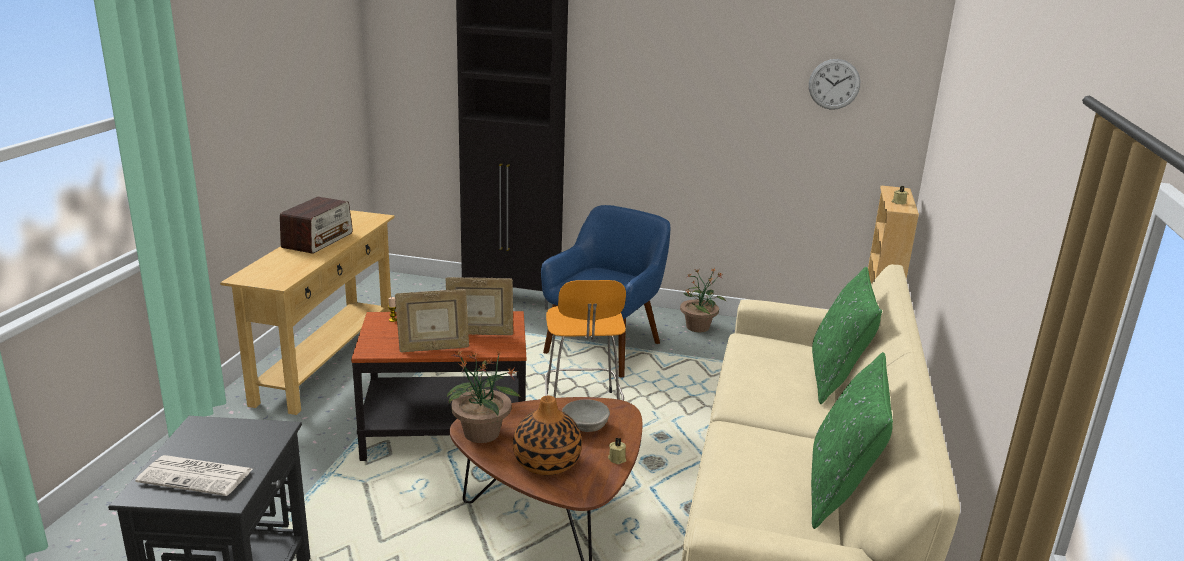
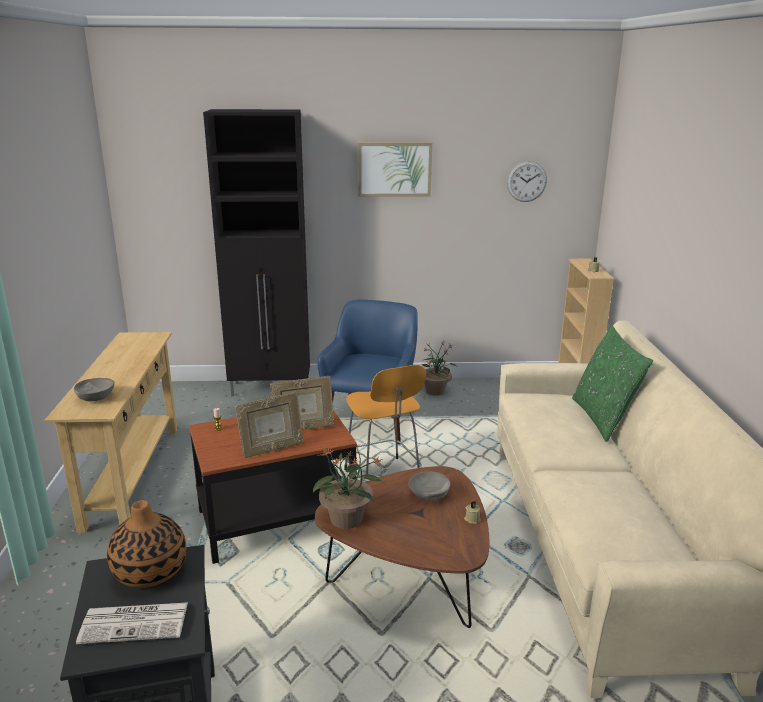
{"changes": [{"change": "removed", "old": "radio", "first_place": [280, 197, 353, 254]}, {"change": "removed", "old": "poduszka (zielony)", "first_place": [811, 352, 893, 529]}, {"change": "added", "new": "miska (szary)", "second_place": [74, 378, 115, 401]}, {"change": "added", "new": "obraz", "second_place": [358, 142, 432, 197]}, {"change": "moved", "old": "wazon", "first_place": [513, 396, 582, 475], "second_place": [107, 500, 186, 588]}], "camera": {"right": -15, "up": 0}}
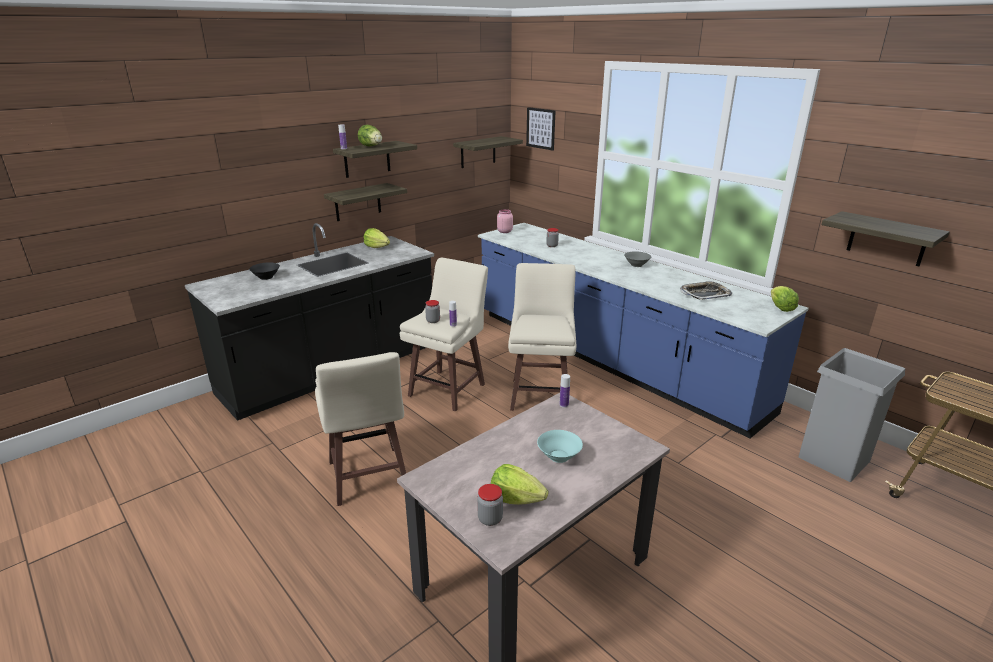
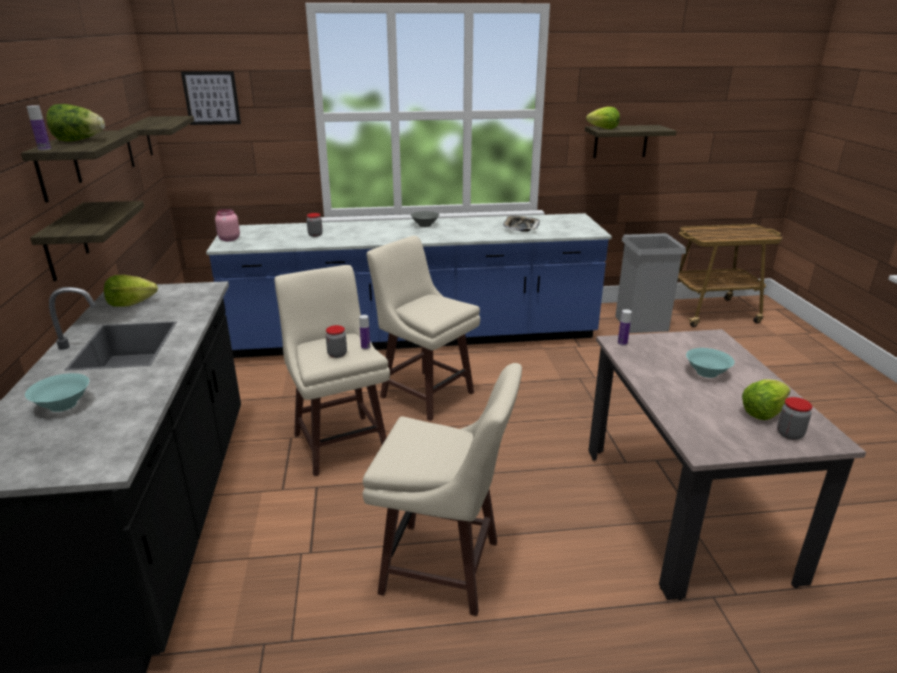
{"changes": [{"change": "moved", "old": "sałata", "first_place": [771, 286, 799, 312], "second_place": [586, 107, 620, 129]}, {"change": "recoloured", "old": "miska (czarny)", "new": "miska (turkusowy)", "first_place": [249, 262, 280, 280], "second_place": [25, 373, 89, 412]}], "camera": {"right": -55, "up": 0}}
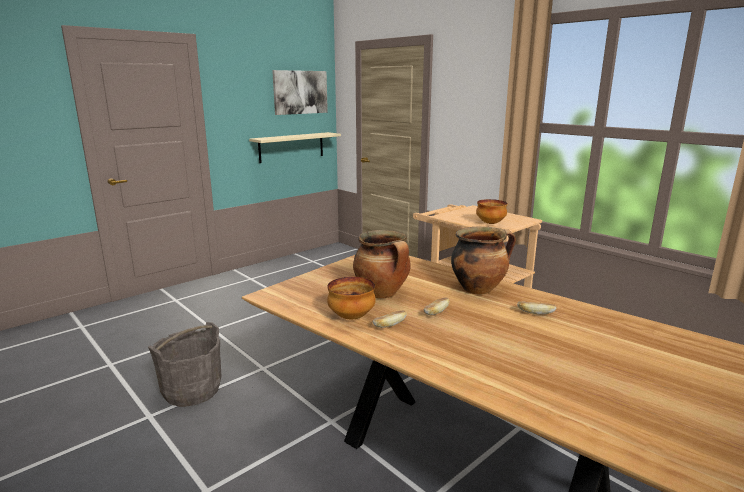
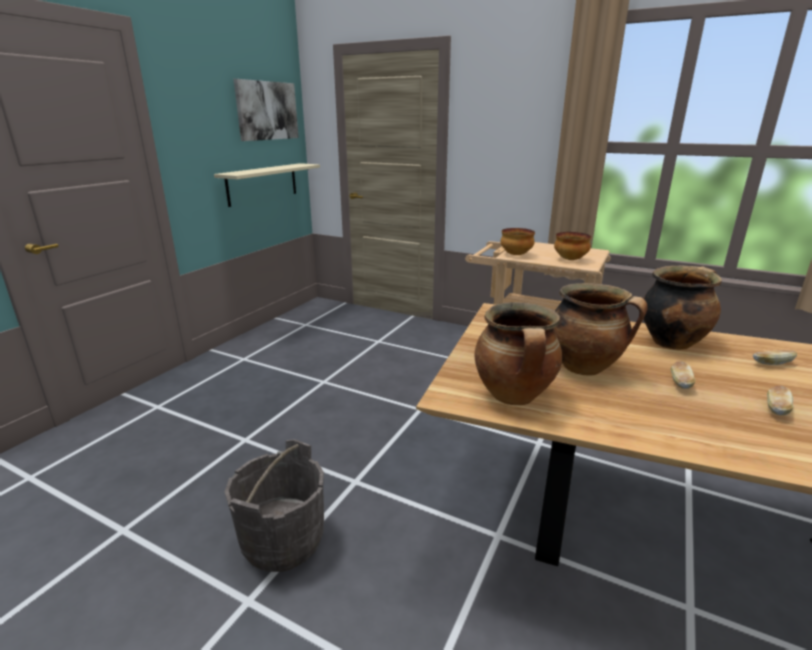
{"changes": [{"change": "added", "new": "garnek", "second_place": [474, 302, 562, 405]}, {"change": "moved", "old": "miska", "first_place": [327, 277, 376, 320], "second_place": [500, 228, 535, 255]}, {"change": "moved", "old": "chleb", "first_place": [373, 310, 407, 328], "second_place": [767, 386, 793, 415]}], "camera": {"right": -20, "up": 5}}
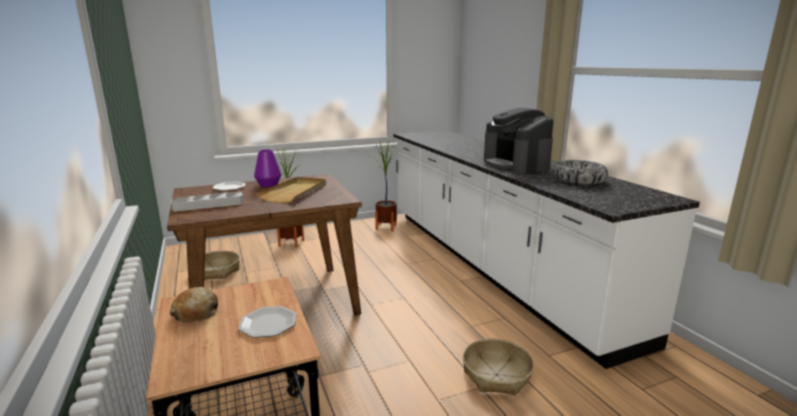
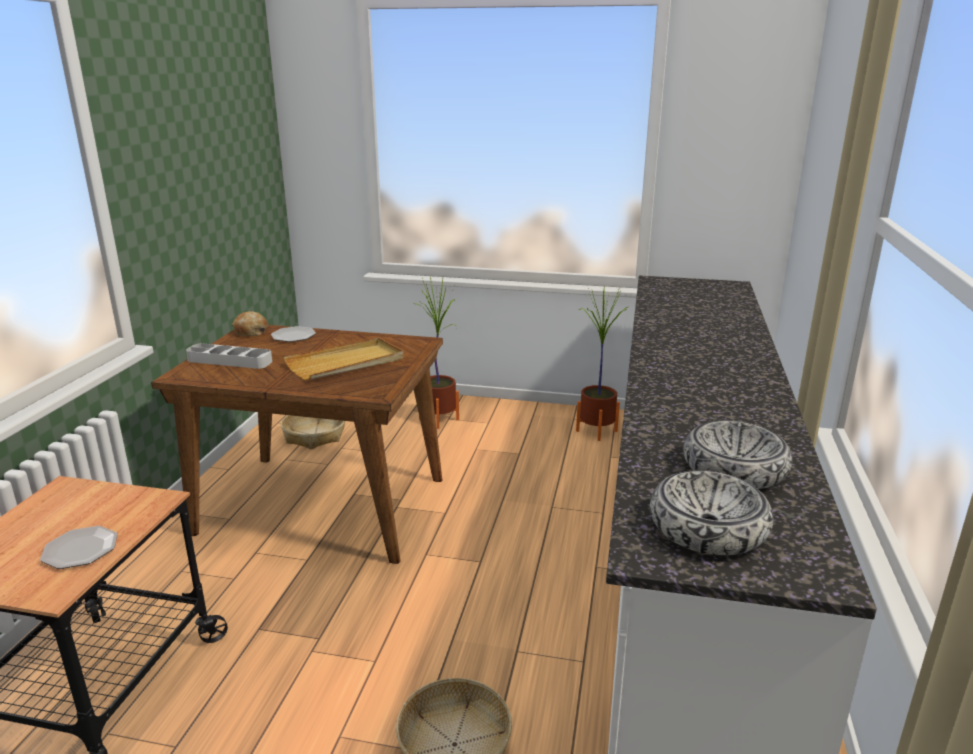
{"changes": [{"change": "removed", "old": "wazon (fioletowy)", "first_place": [254, 150, 282, 187]}, {"change": "removed", "old": "ekspres do kawy", "first_place": [484, 108, 553, 173]}, {"change": "added", "new": "miska", "second_place": [650, 470, 774, 555]}, {"change": "moved", "old": "chleb", "first_place": [170, 287, 218, 322], "second_place": [232, 311, 268, 336]}], "camera": {"right": 35, "up": 5}}
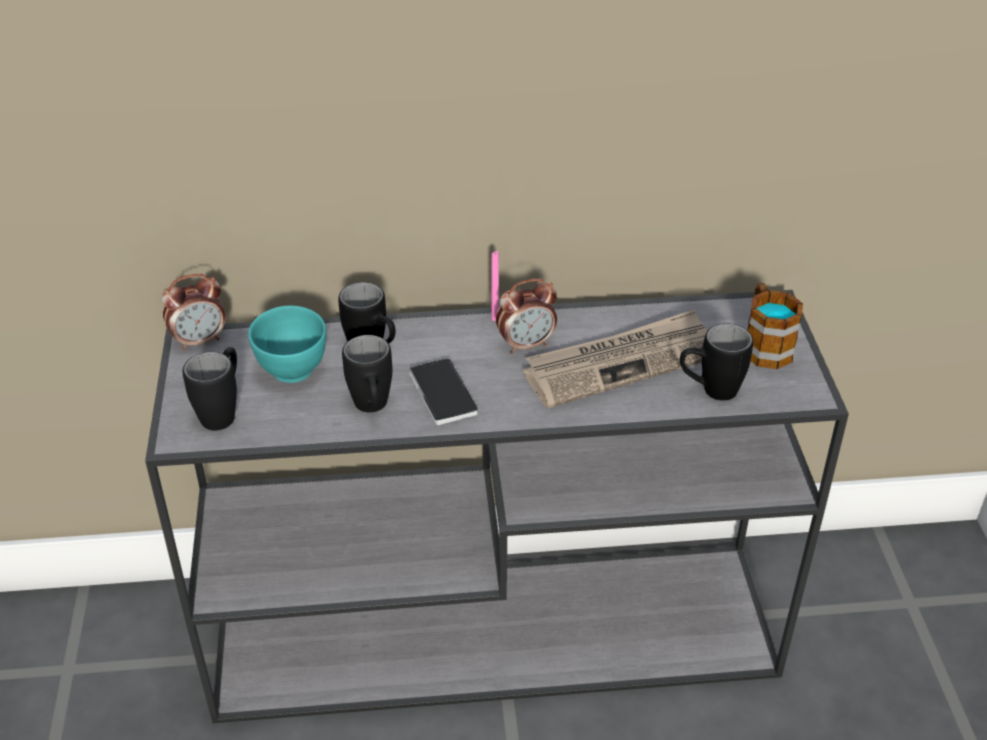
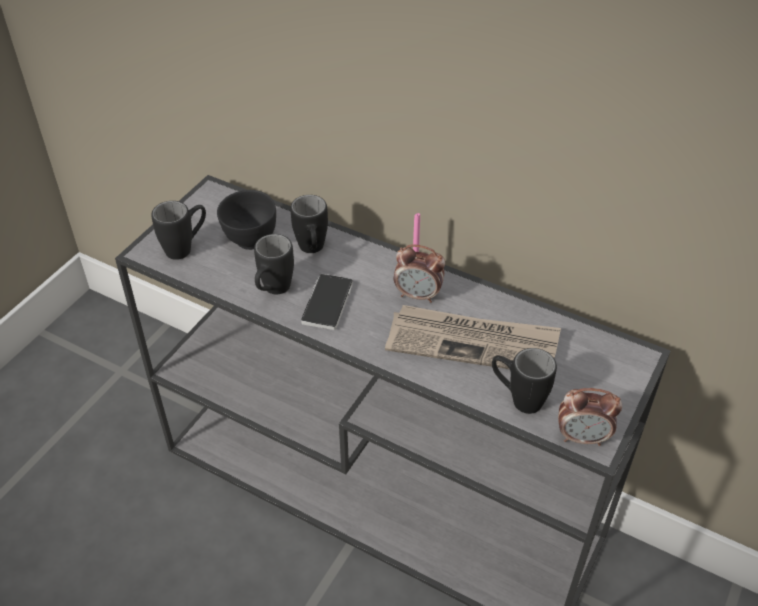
{"changes": [{"change": "removed", "old": "kubek", "first_place": [748, 283, 803, 369]}, {"change": "moved", "old": "budzik", "first_place": [162, 274, 226, 351], "second_place": [558, 388, 622, 446]}, {"change": "recoloured", "old": "miska (turkusowy)", "new": "miska (czarny)", "first_place": [248, 306, 326, 383], "second_place": [217, 190, 276, 250]}], "camera": {"right": 35, "up": 5}}
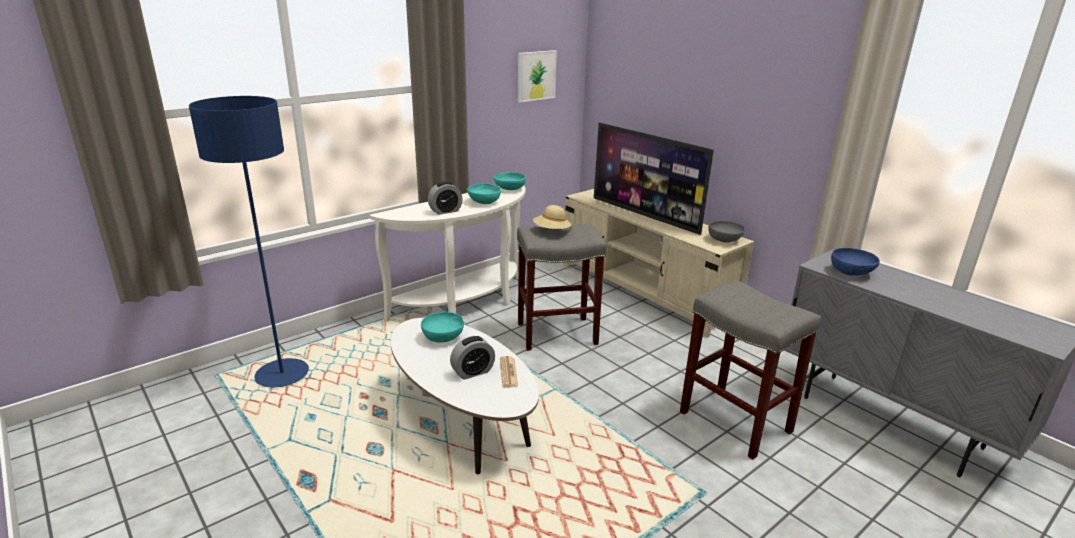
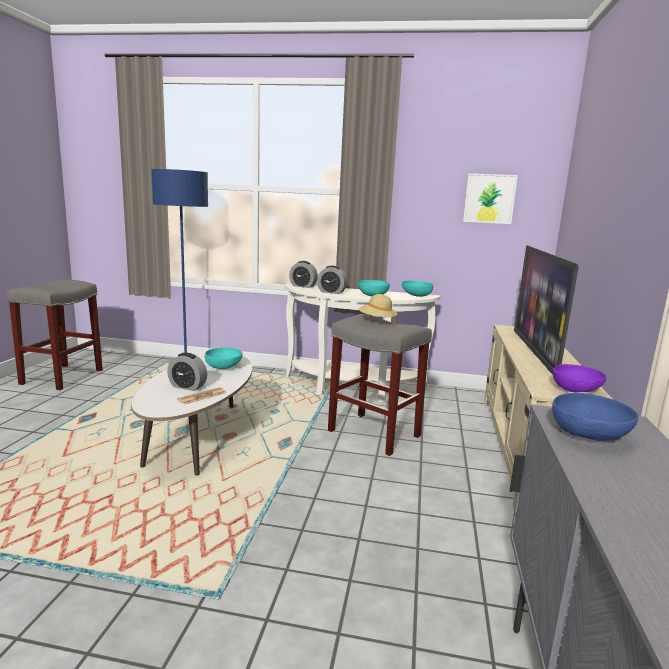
{"changes": [{"change": "added", "new": "budzik", "second_place": [289, 261, 318, 288]}, {"change": "moved", "old": "stołek (szary)", "first_place": [680, 281, 821, 460], "second_place": [7, 280, 103, 390]}, {"change": "recoloured", "old": "miska (szary)", "new": "miska (fioletowy)", "first_place": [708, 221, 745, 243], "second_place": [553, 364, 606, 392]}], "camera": {"right": 50, "up": -10}}
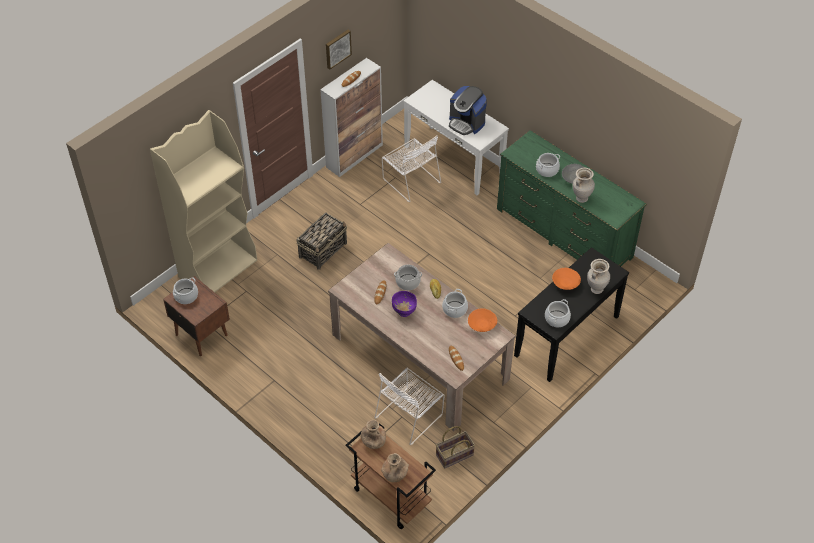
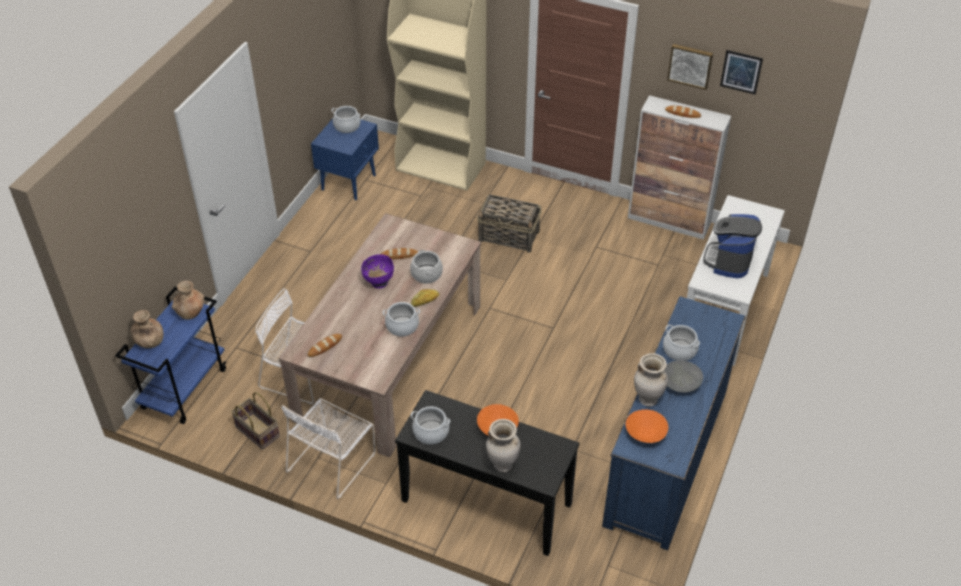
{"changes": [{"change": "added", "new": "obraz", "second_place": [720, 50, 763, 94]}, {"change": "moved", "old": "krzesło (biały)", "first_place": [382, 135, 441, 202], "second_place": [281, 398, 376, 499]}, {"change": "moved", "old": "miska (pomarańczowy)", "first_place": [468, 308, 497, 332], "second_place": [626, 409, 668, 443]}, {"change": "recoloured", "old": "szafka nocna (brązowy)", "new": "szafka nocna (niebieski)", "first_place": [163, 276, 230, 356], "second_place": [311, 118, 379, 200]}, {"change": "recoloured", "old": "wózek (brązowy)", "new": "wózek (niebieski)", "first_place": [346, 419, 436, 529], "second_place": [115, 287, 226, 424]}, {"change": "recoloured", "old": "komoda (zielony)", "new": "komoda (niebieski)", "first_place": [497, 130, 647, 267], "second_place": [602, 296, 746, 550]}], "camera": {"right": 70, "up": -5}}
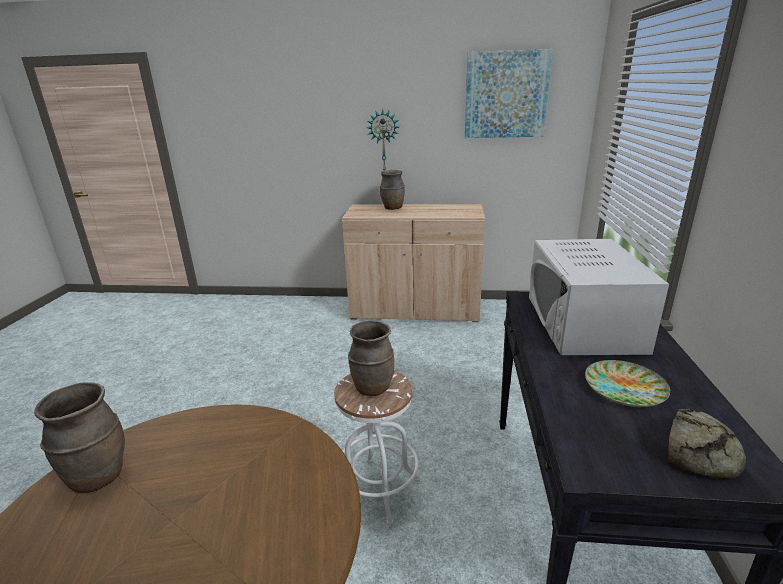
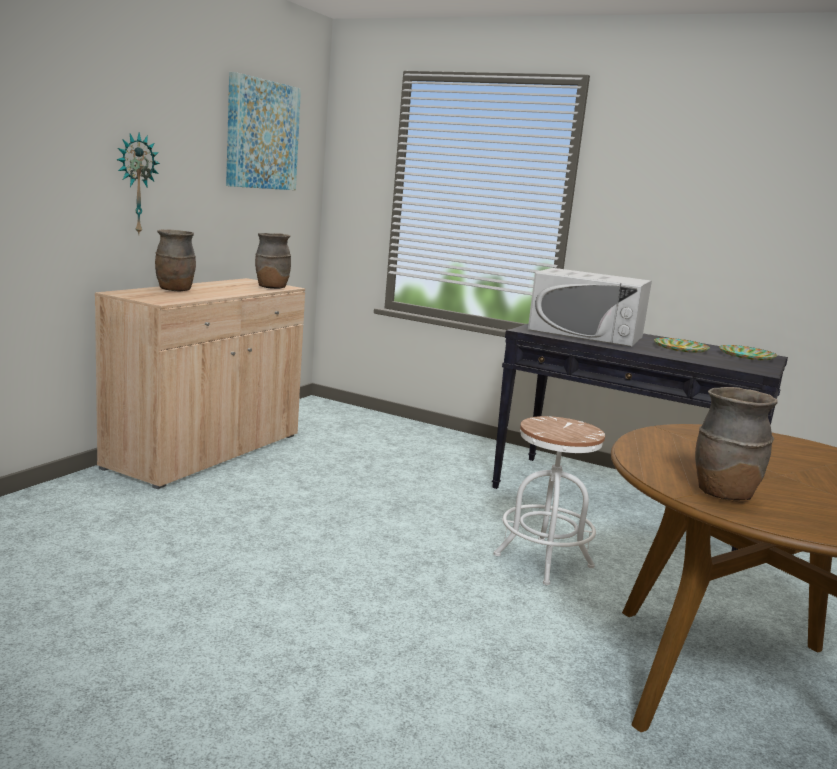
{"changes": [{"change": "moved", "old": "wazon (brązowy)", "first_place": [348, 321, 394, 396], "second_place": [255, 233, 291, 289]}, {"change": "replaced", "old": "chleb", "new": "talerz", "first_place": [668, 409, 746, 479], "second_place": [719, 345, 777, 360]}], "camera": {"right": -70, "up": -10}}
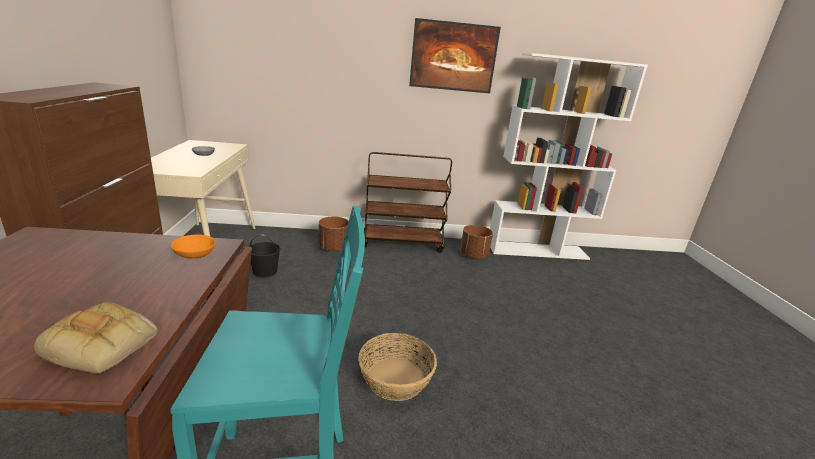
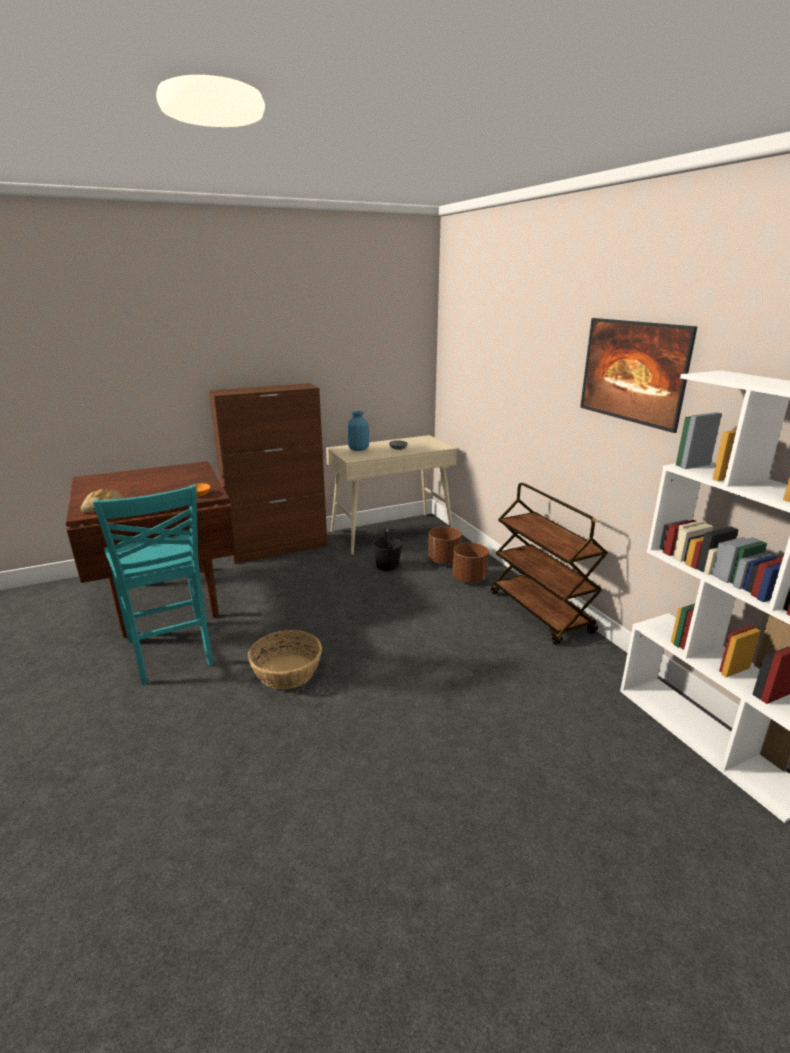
{"changes": [{"change": "added", "new": "wazon (niebieski)", "second_place": [347, 411, 369, 451]}, {"change": "moved", "old": "donica (brązowy)", "first_place": [460, 225, 493, 259], "second_place": [428, 527, 462, 564]}], "camera": {"right": 70, "up": 0}}
